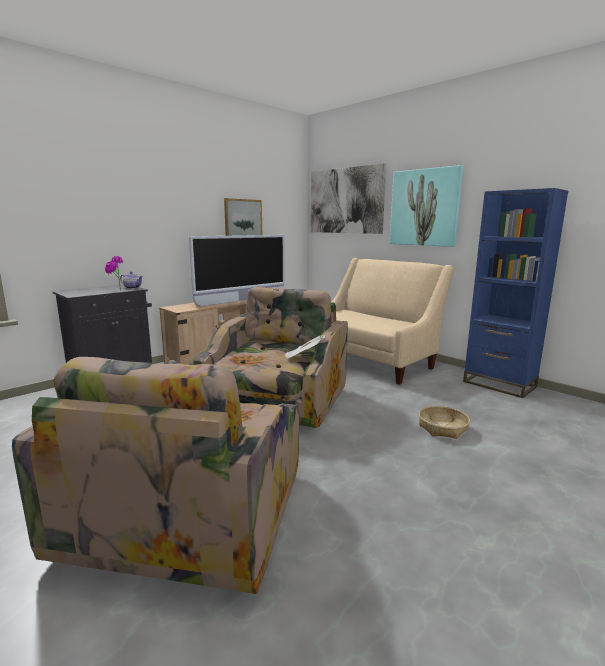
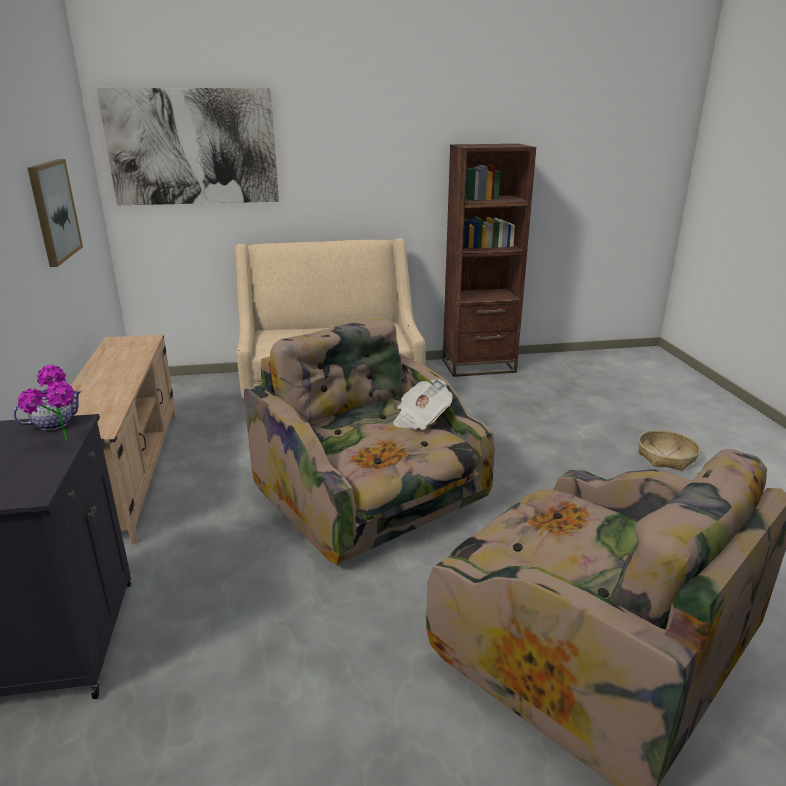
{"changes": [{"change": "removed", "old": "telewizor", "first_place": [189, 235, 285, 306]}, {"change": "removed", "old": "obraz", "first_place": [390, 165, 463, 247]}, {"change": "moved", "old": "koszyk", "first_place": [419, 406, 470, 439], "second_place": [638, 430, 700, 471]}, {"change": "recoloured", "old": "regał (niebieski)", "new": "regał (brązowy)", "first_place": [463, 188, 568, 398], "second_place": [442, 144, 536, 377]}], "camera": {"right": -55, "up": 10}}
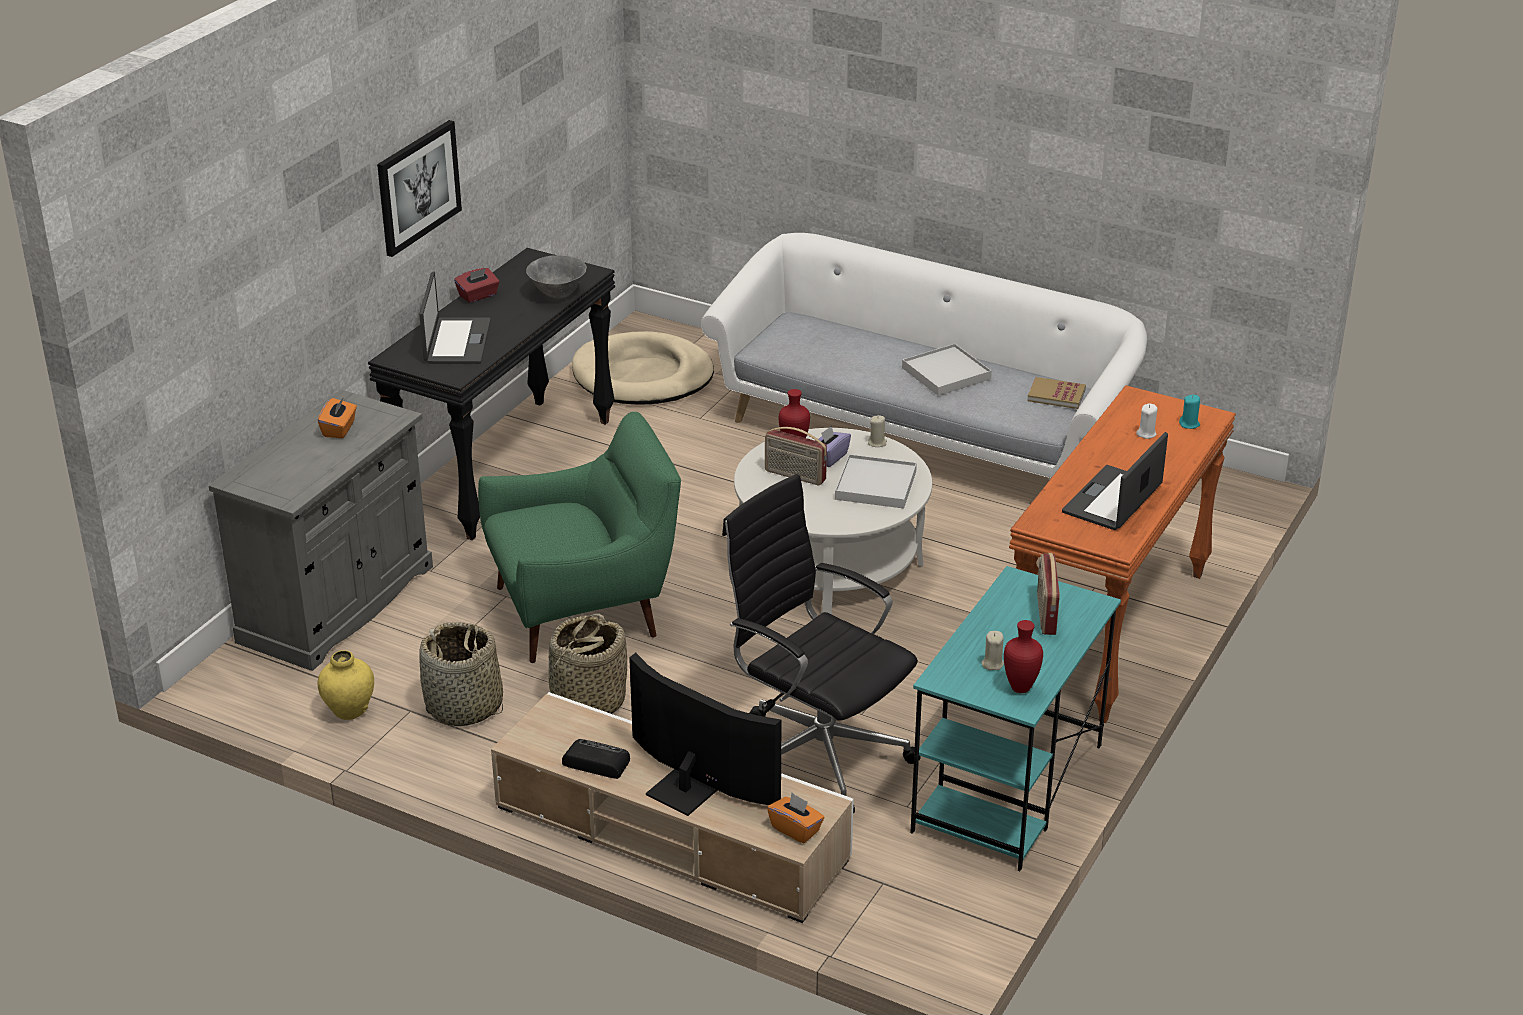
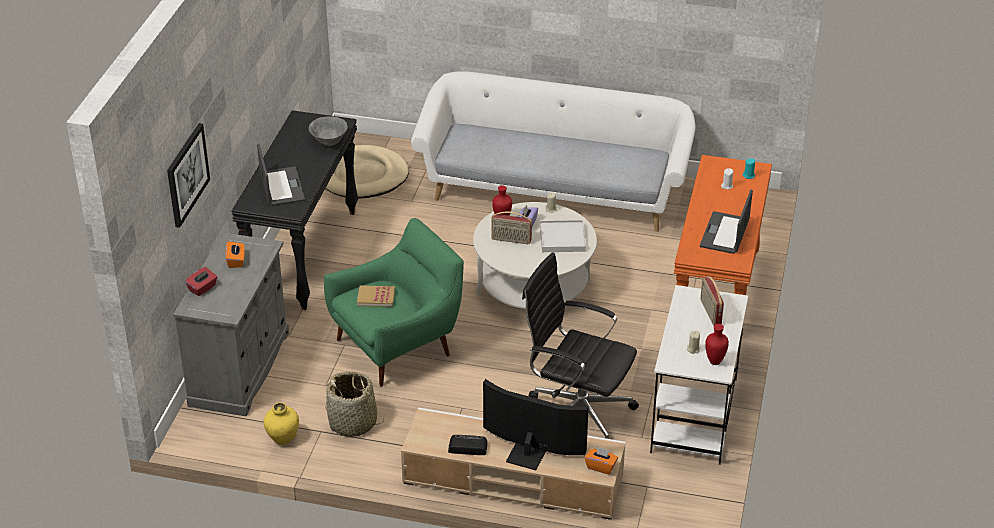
{"changes": [{"change": "removed", "old": "koszyk", "first_place": [548, 614, 627, 714]}, {"change": "removed", "old": "taca (biały)", "first_place": [902, 344, 992, 396]}, {"change": "moved", "old": "obraz", "first_place": [377, 120, 462, 257], "second_place": [167, 123, 210, 228]}, {"change": "moved", "old": "pudełko chusteczek (czerwony)", "first_place": [454, 268, 500, 303], "second_place": [185, 267, 217, 296]}, {"change": "moved", "old": "książka", "first_place": [1027, 377, 1086, 409], "second_place": [357, 285, 395, 307]}, {"change": "recoloured", "old": "biurko (turkusowy)", "new": "biurko (biały)", "first_place": [910, 566, 1121, 871], "second_place": [650, 285, 748, 465]}], "camera": {"right": -15, "up": 5}}
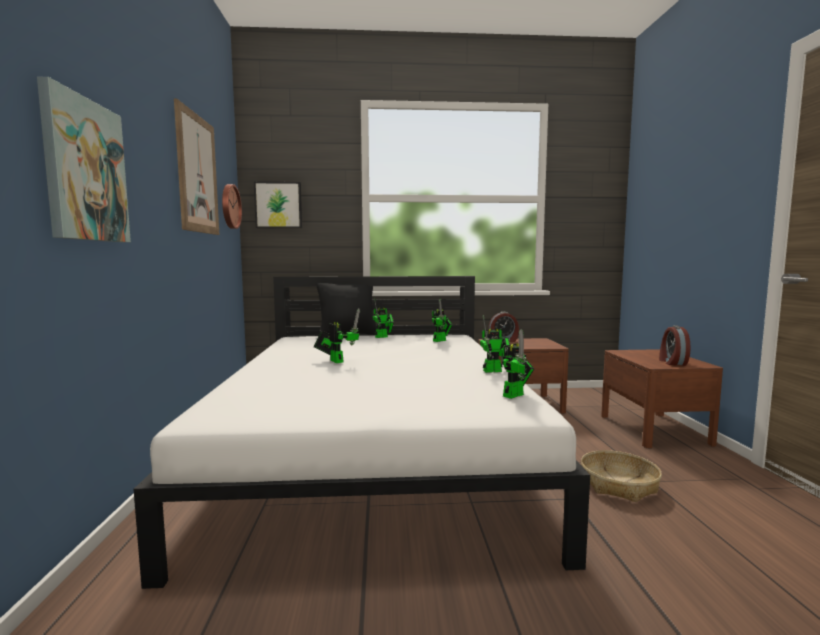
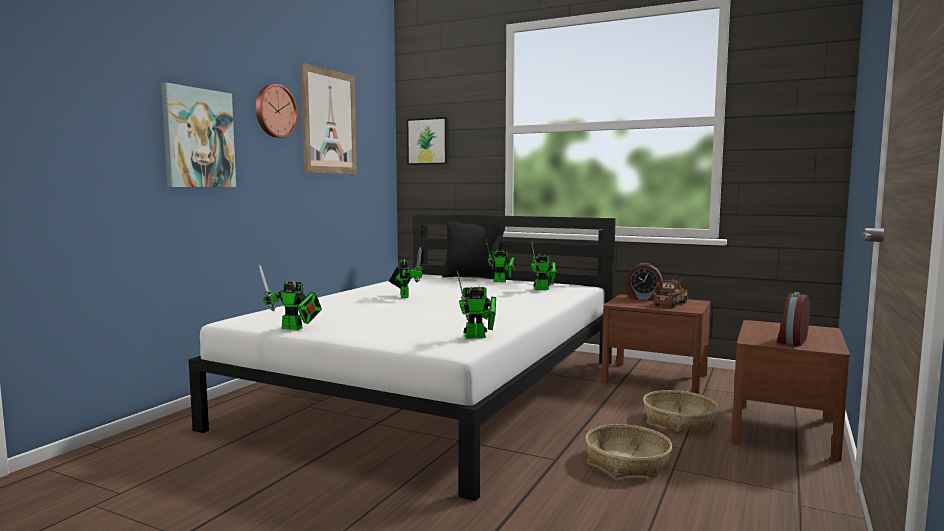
{"changes": [{"change": "added", "new": "koszyk", "second_place": [643, 390, 718, 432]}, {"change": "added", "new": "ciężarówka zabawkowa", "second_place": [653, 278, 689, 308]}, {"change": "moved", "old": "zegar ścienny", "first_place": [222, 184, 242, 229], "second_place": [255, 84, 298, 138]}, {"change": "moved", "old": "robot zabawkowy", "first_place": [480, 315, 510, 373], "second_place": [259, 265, 322, 330]}], "camera": {"right": 30, "up": 0}}
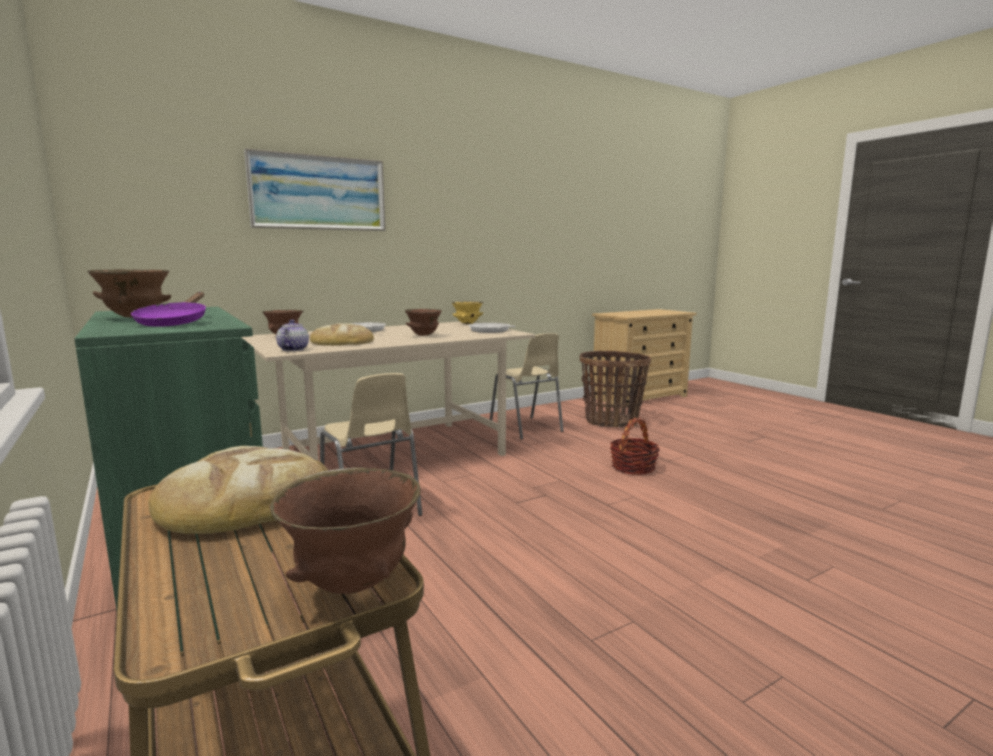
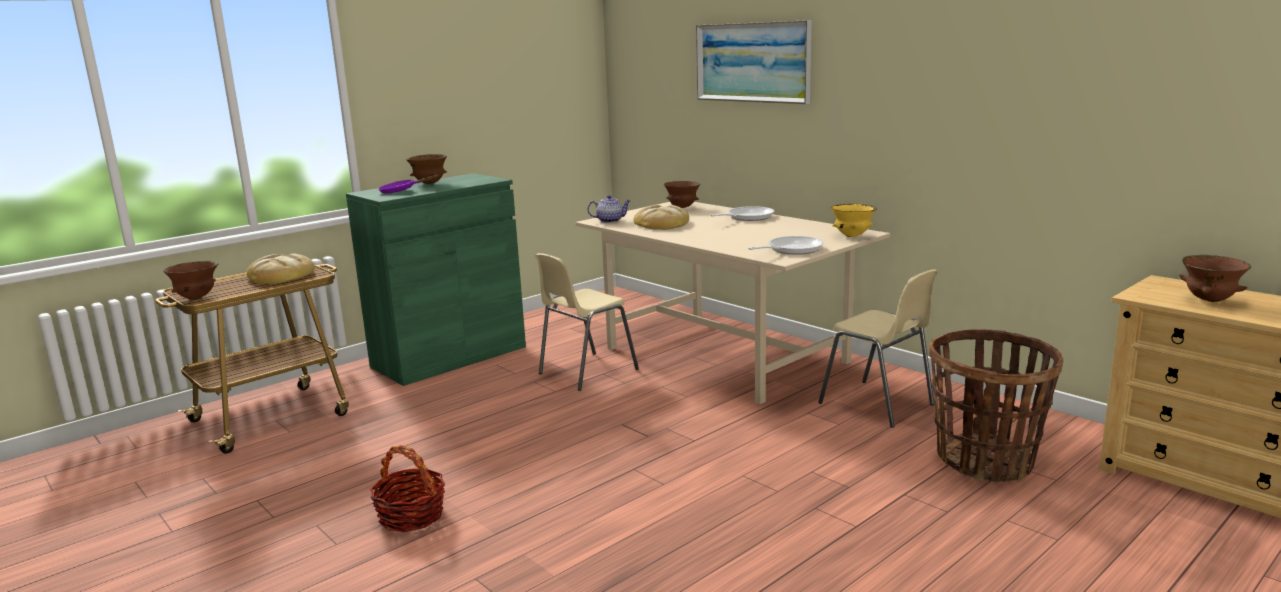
{"changes": [{"change": "moved", "old": "miska (brązowy)", "first_place": [405, 309, 442, 336], "second_place": [1179, 255, 1251, 302]}, {"change": "moved", "old": "koszyk", "first_place": [610, 418, 660, 475], "second_place": [370, 445, 445, 532]}, {"change": "turned", "old": "krzesło (beżowy)", "first_place": [490, 333, 563, 440], "second_place": [818, 269, 938, 428], "degrees": -90}], "camera": {"right": 80, "up": 5}}
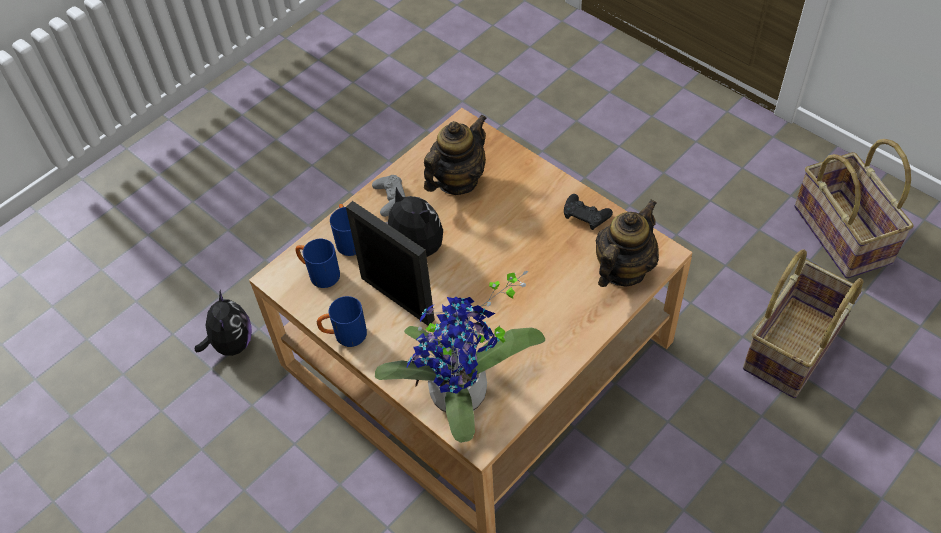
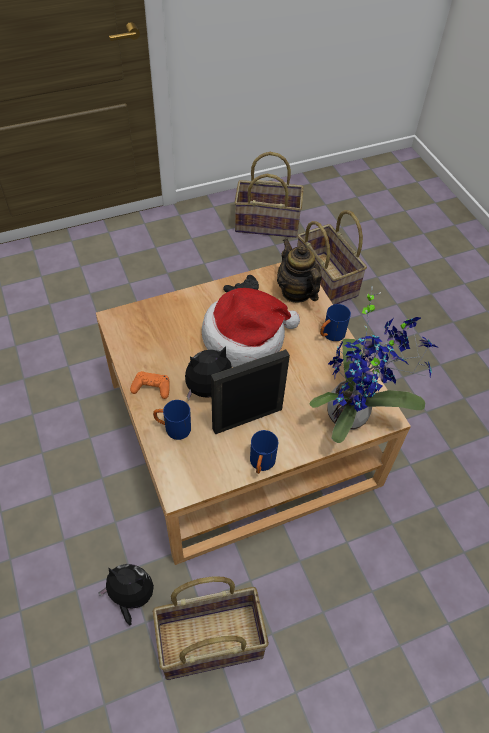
{"changes": [{"change": "removed", "old": "imbryk", "first_place": [424, 115, 487, 195]}, {"change": "added", "new": "koszyk", "second_place": [153, 576, 269, 680]}, {"change": "added", "new": "kapelusz", "second_place": [202, 288, 300, 367]}, {"change": "moved", "old": "kubek (niebieski)", "first_place": [295, 239, 340, 288], "second_place": [320, 304, 351, 341]}, {"change": "recoloured", "old": "pad do gier (szary)", "new": "pad do gier (pomarańczowy)", "first_place": [372, 175, 405, 217], "second_place": [130, 371, 170, 399]}], "camera": {"right": -70, "up": 0}}
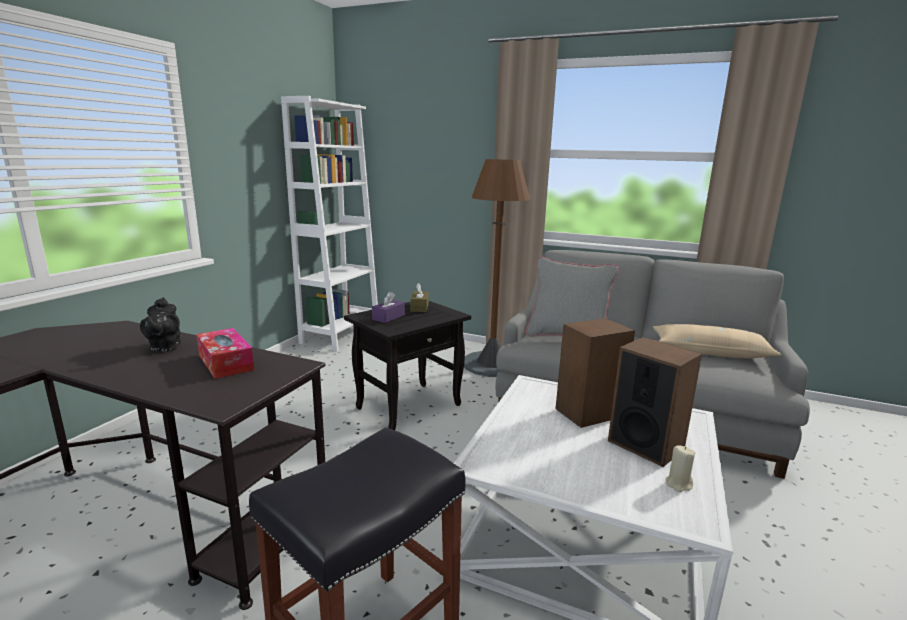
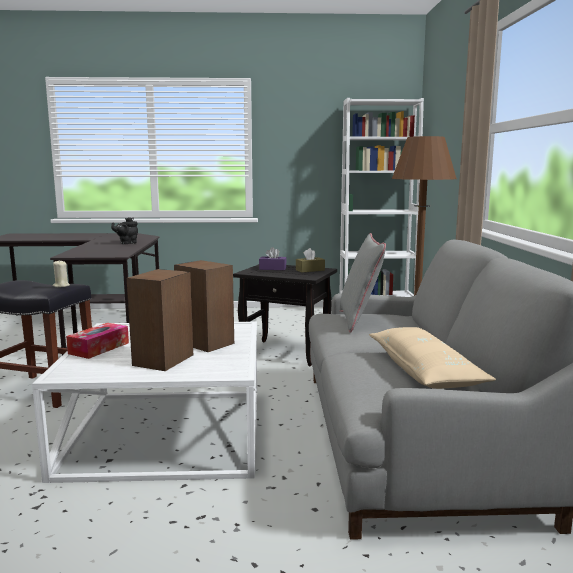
{"changes": [{"change": "moved", "old": "pudełko chusteczek", "first_place": [196, 328, 254, 379], "second_place": [66, 323, 129, 359]}, {"change": "moved", "old": "świeca (beżowy)", "first_place": [666, 445, 695, 492], "second_place": [53, 260, 70, 287]}], "camera": {"right": 65, "up": -5}}
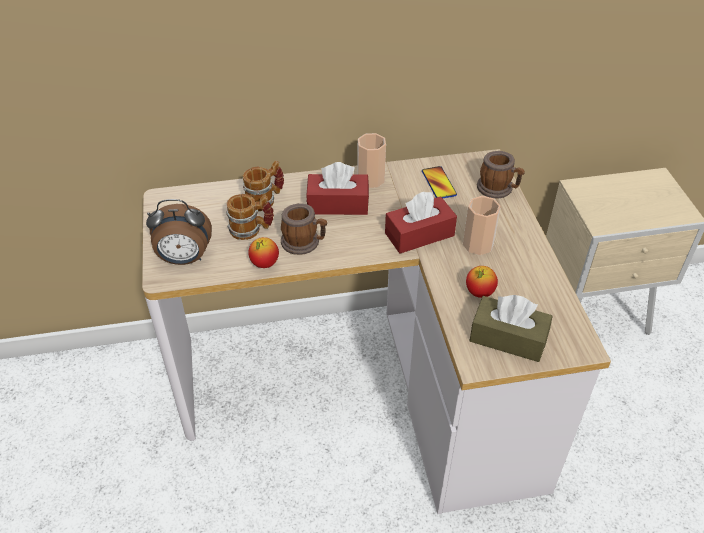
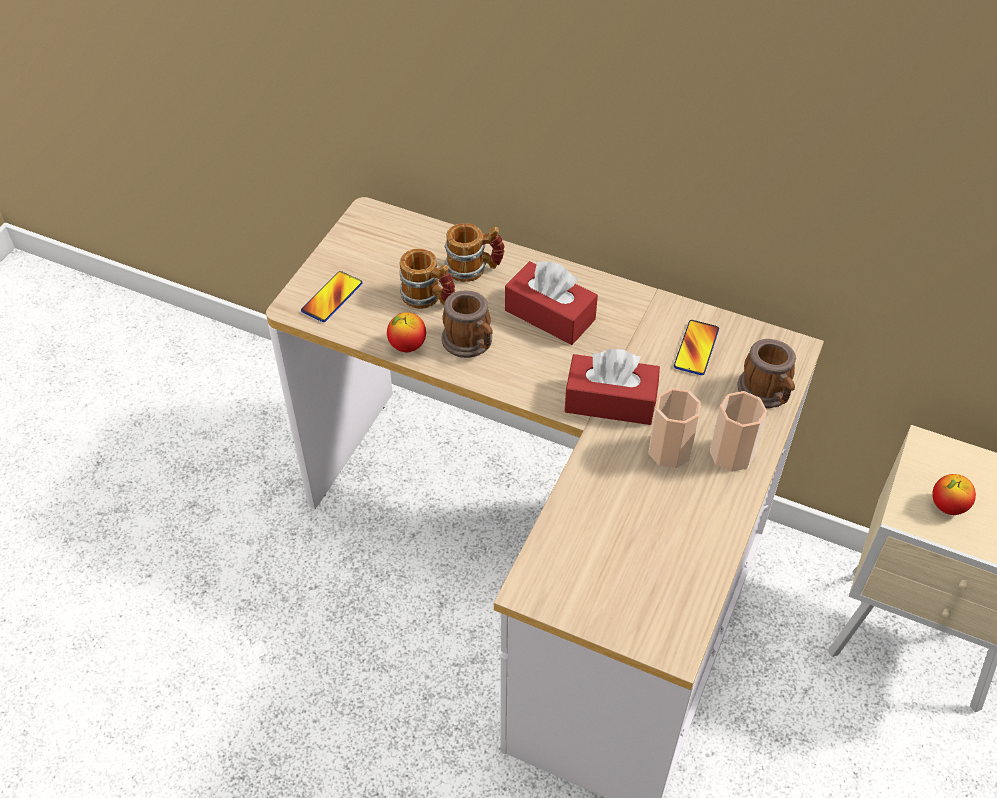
{"changes": [{"change": "removed", "old": "pudełko chusteczek (brązowy)", "first_place": [470, 295, 553, 362]}, {"change": "moved", "old": "filiżanka", "first_place": [357, 133, 386, 188], "second_place": [710, 391, 767, 472]}, {"change": "moved", "old": "jabłko", "first_place": [466, 266, 498, 298], "second_place": [932, 474, 976, 515]}, {"change": "replaced", "old": "budzik", "new": "telefon", "first_place": [146, 199, 212, 265], "second_place": [301, 271, 362, 322]}], "camera": {"right": 35, "up": 5}}
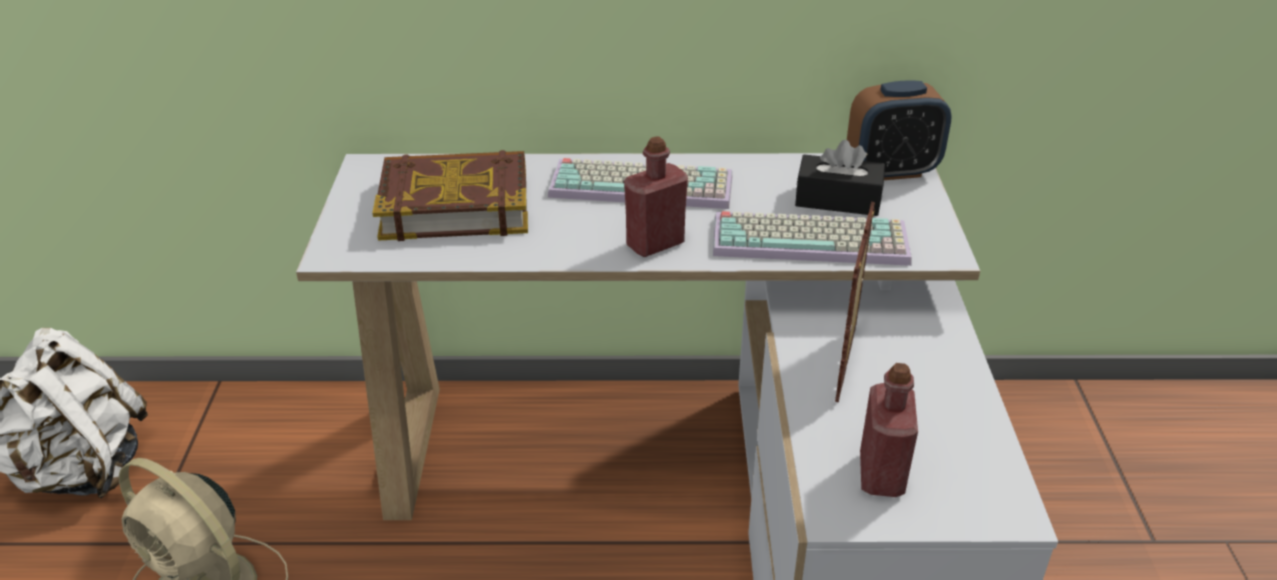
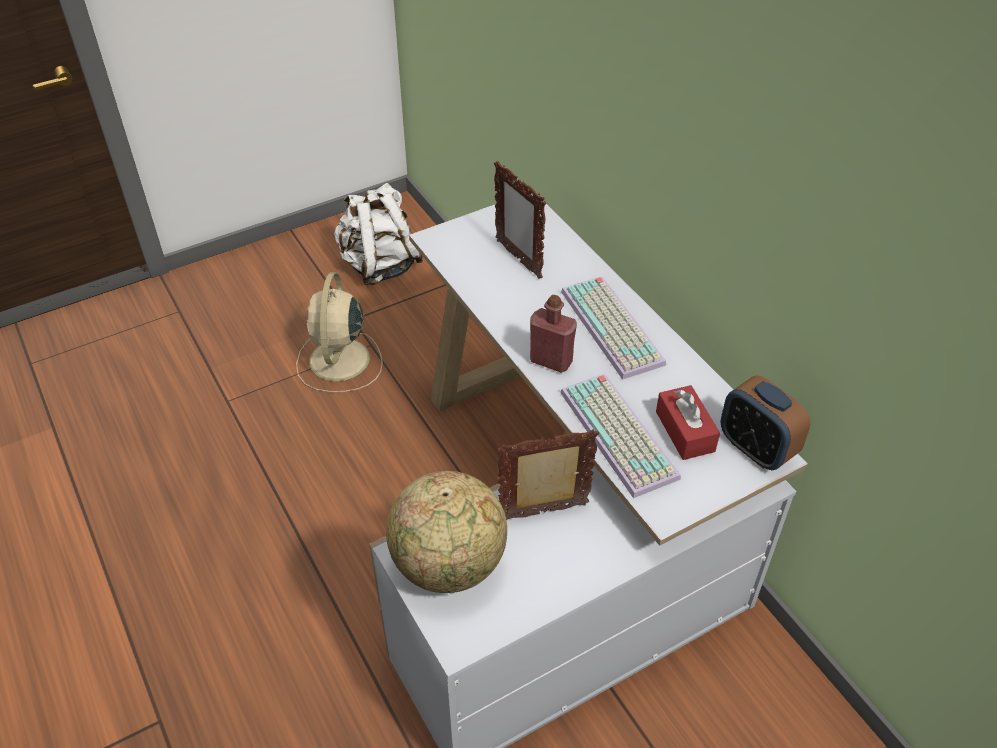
{"changes": [{"change": "replaced", "old": "książka", "new": "ramka na zdjęcie", "first_place": [372, 150, 528, 241], "second_place": [494, 161, 546, 279]}, {"change": "replaced", "old": "butelka (czerwony)", "new": "globus", "first_place": [860, 363, 918, 497], "second_place": [386, 471, 507, 593]}, {"change": "recoloured", "old": "pudełko chusteczek (czarny)", "new": "pudełko chusteczek (czerwony)", "first_place": [795, 140, 885, 216], "second_place": [656, 385, 720, 460]}], "camera": {"right": 60, "up": 10}}
